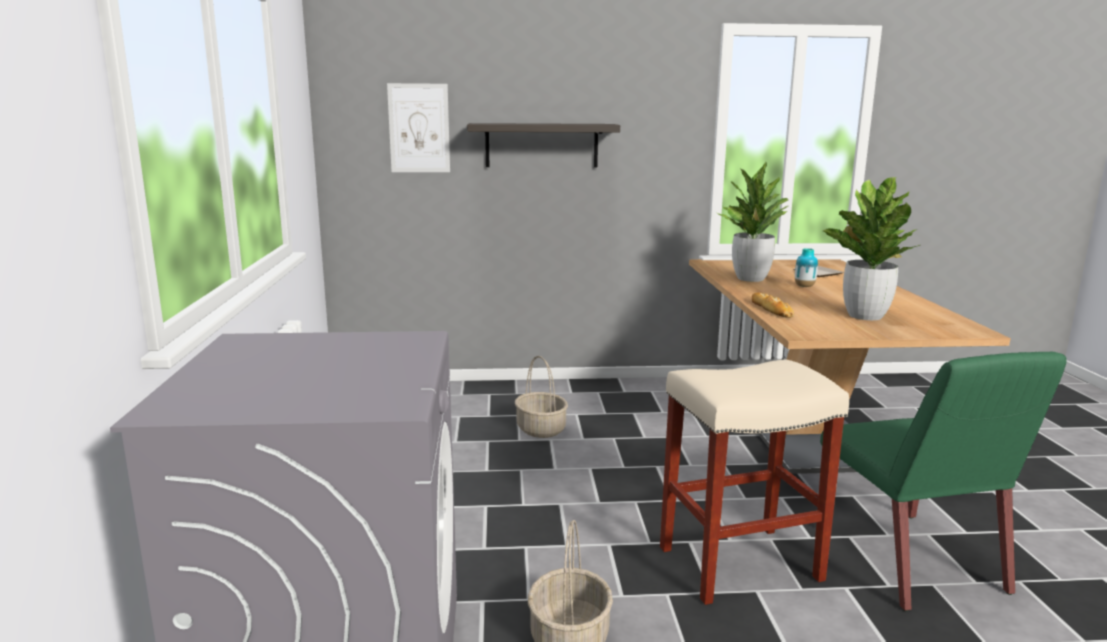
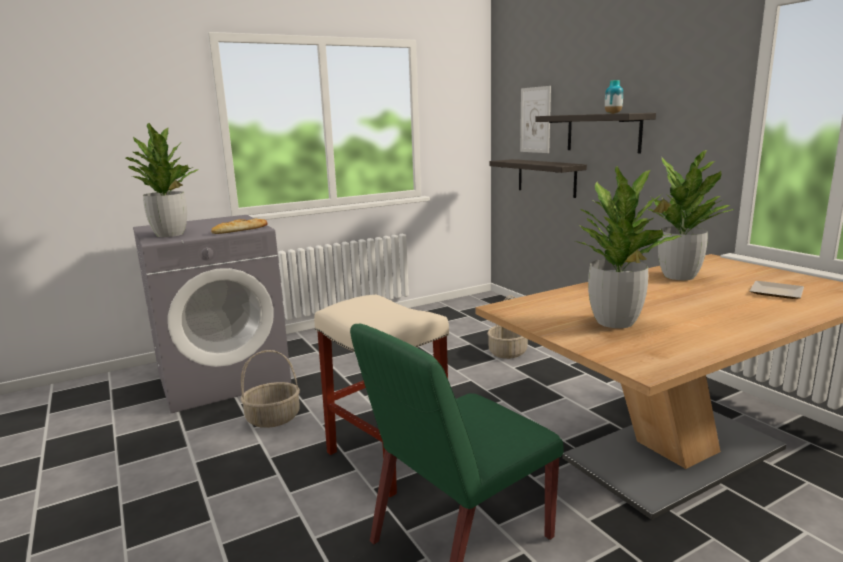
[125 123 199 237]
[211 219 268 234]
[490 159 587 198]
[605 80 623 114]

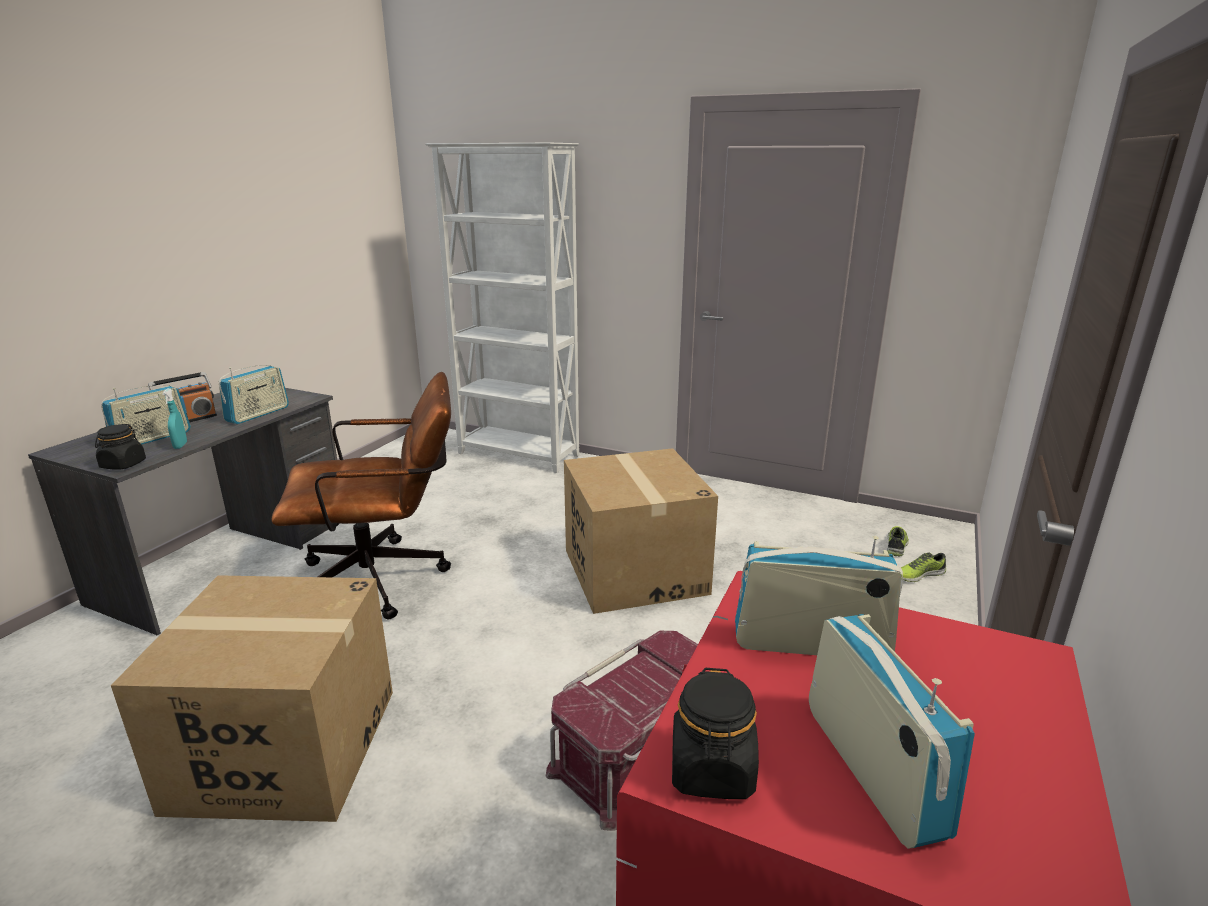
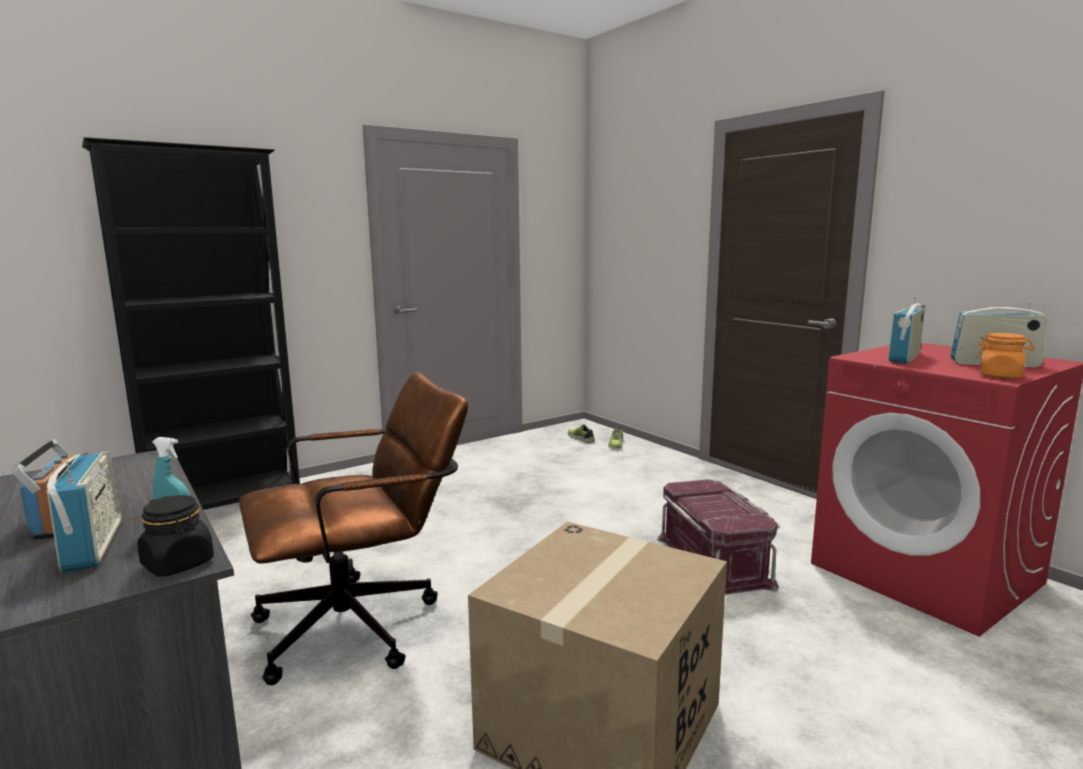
[82 137 300 510]
[239 372 468 685]
[976 333 1034 378]
[218 365 289 424] (first image)
[564 448 718 614] (first image)

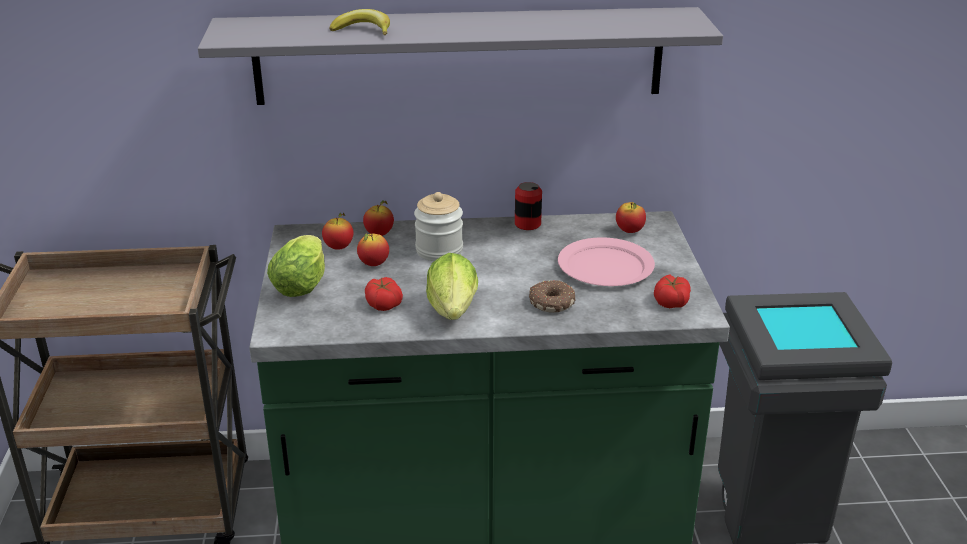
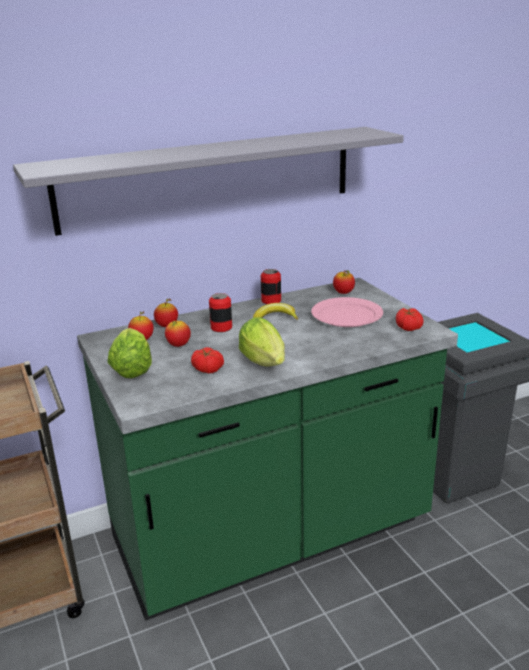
[209 293 232 332]
[253 303 298 320]
[529 280 575 313] (first image)

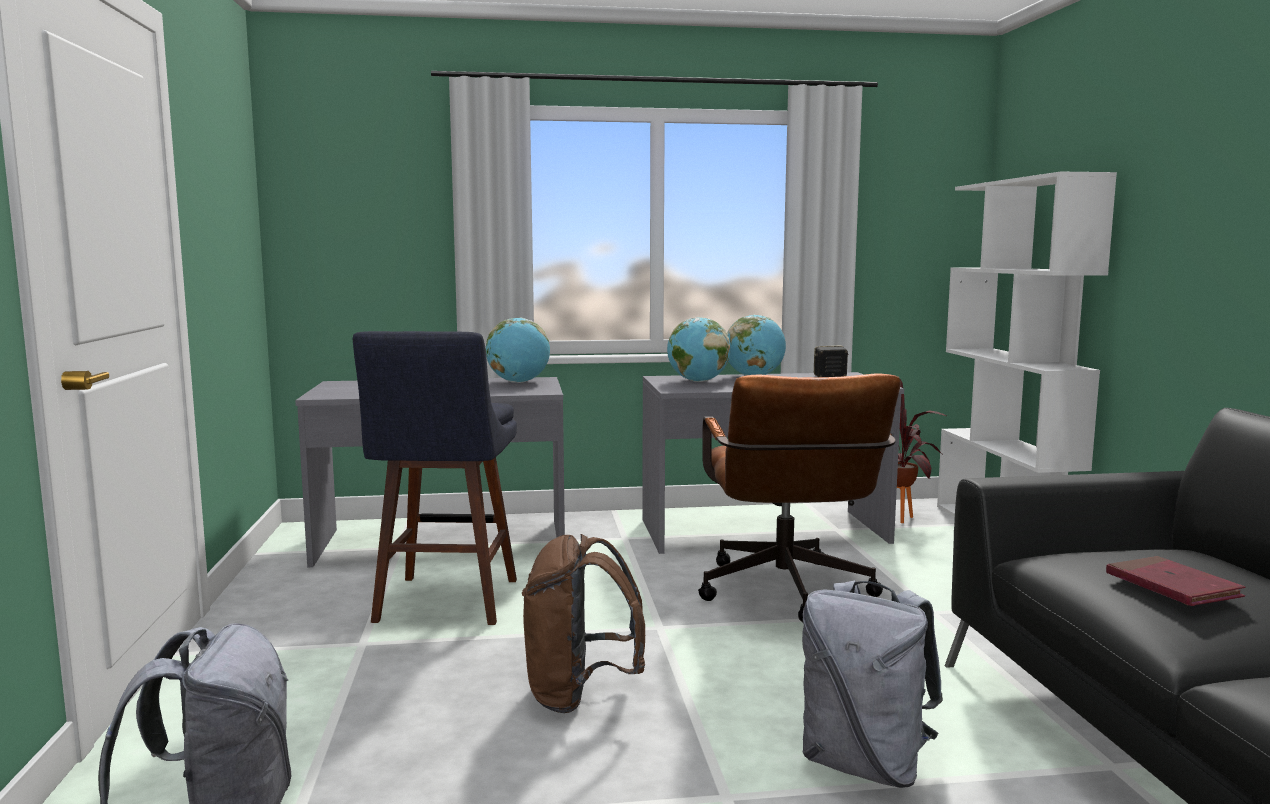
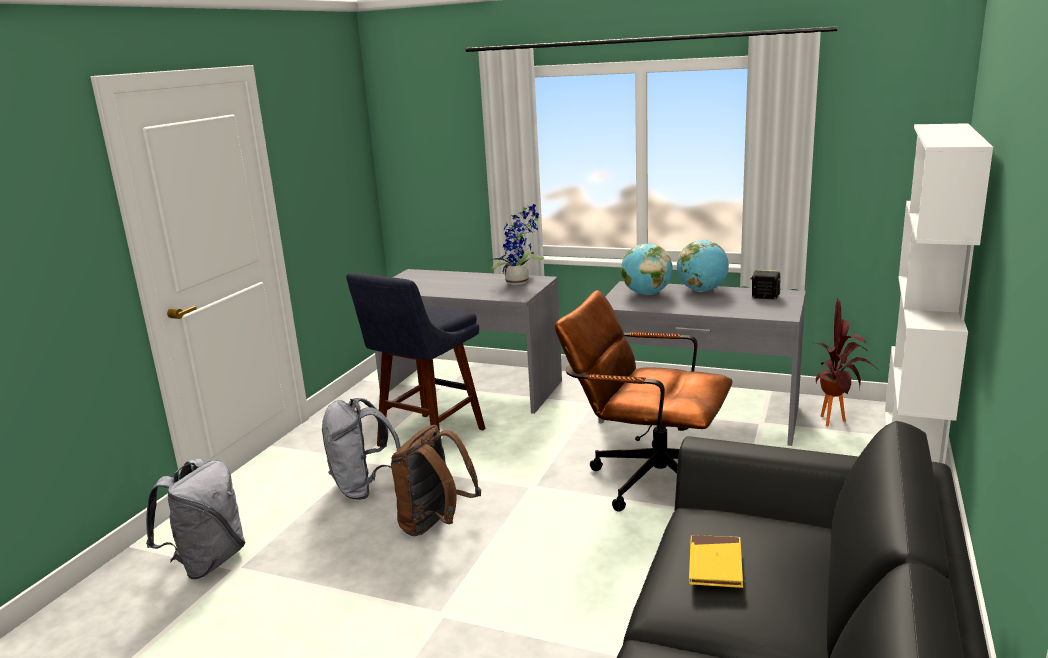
[322 398 401 500]
[490 204 545 285]
[555 290 733 512]
[689 535 743 588]

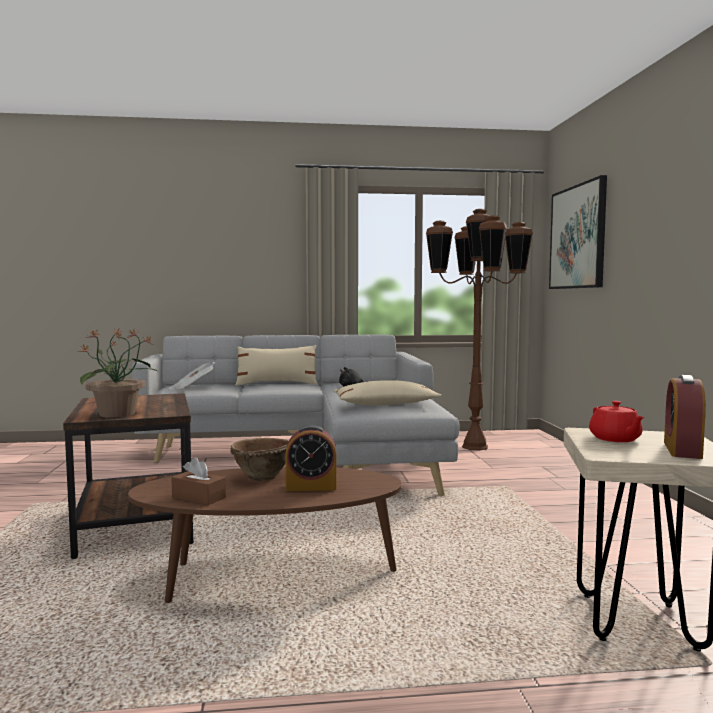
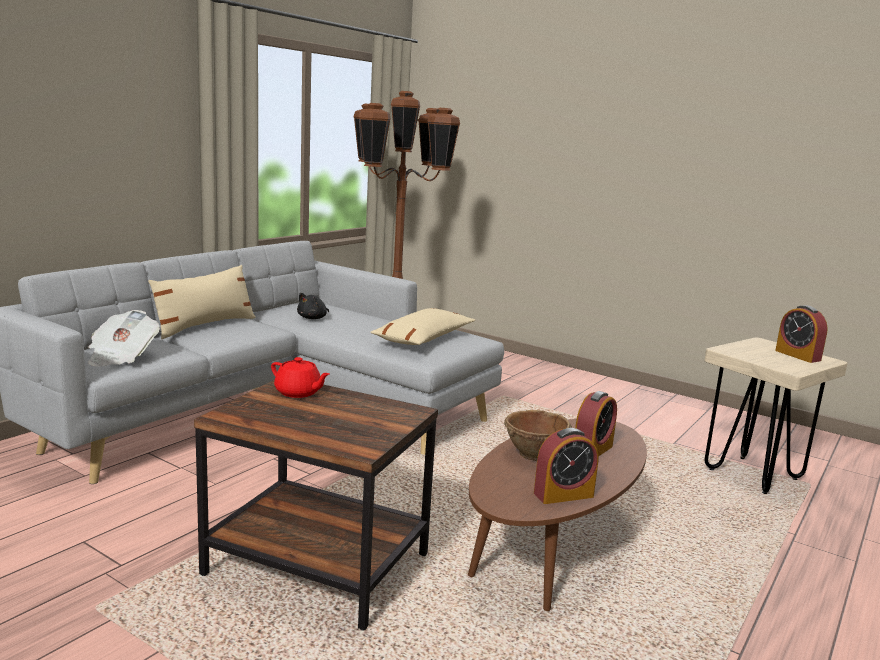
[271 357 330 398]
[534 428 598 504]
[77 329 158 418] (first image)
[549 175 607 289] (first image)

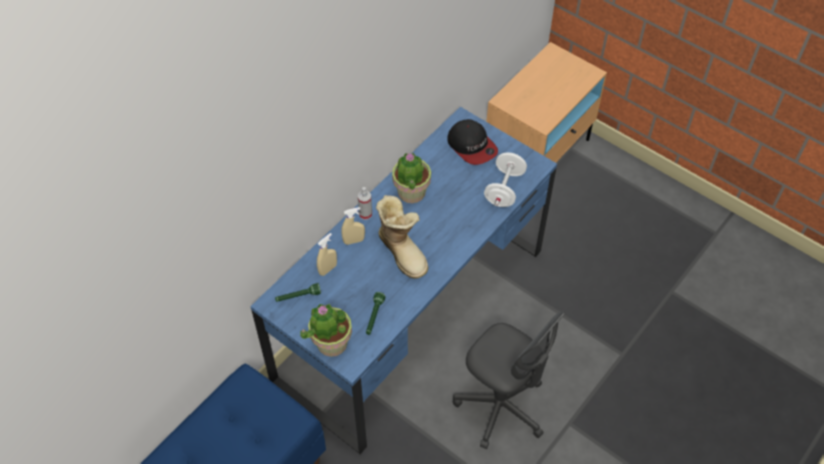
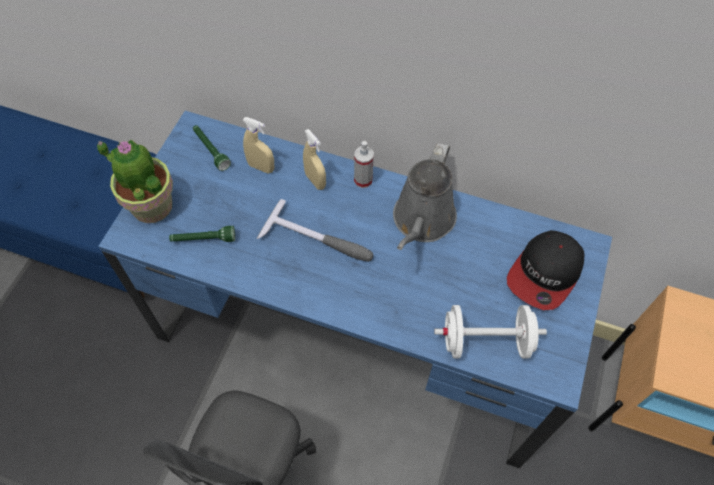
[257 199 373 262]
[393 143 457 250]

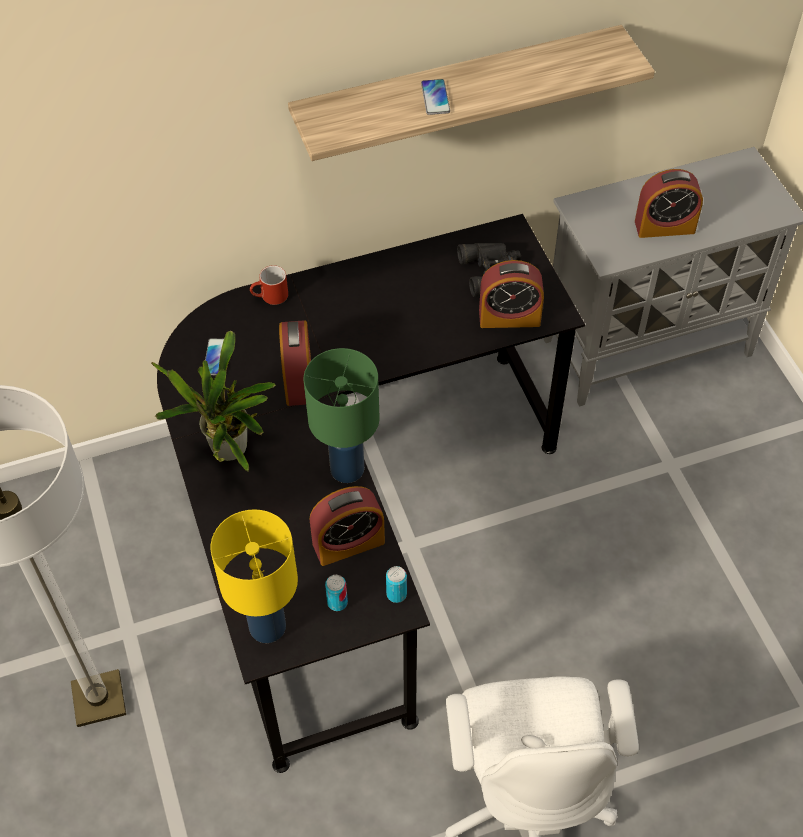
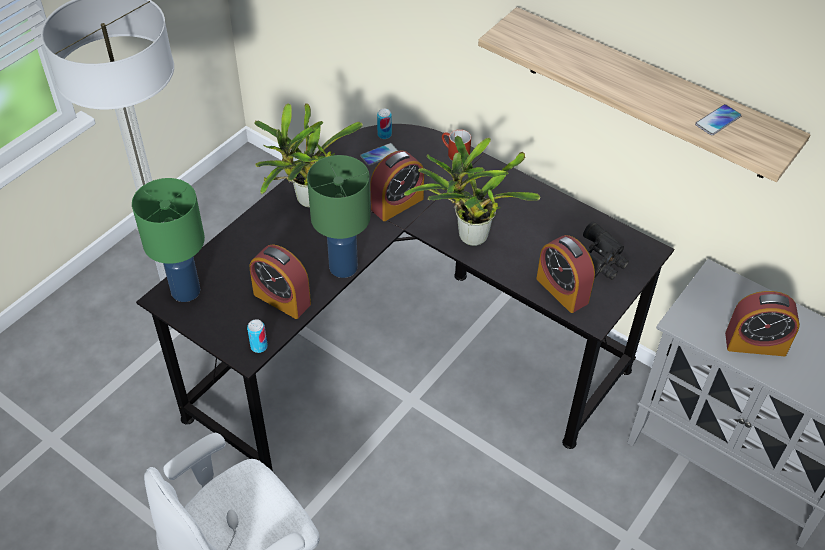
[132 178 205 302]
[377 109 392 139]
[403 136 540 246]
[695 104 742 135]
[725 291 800 356]

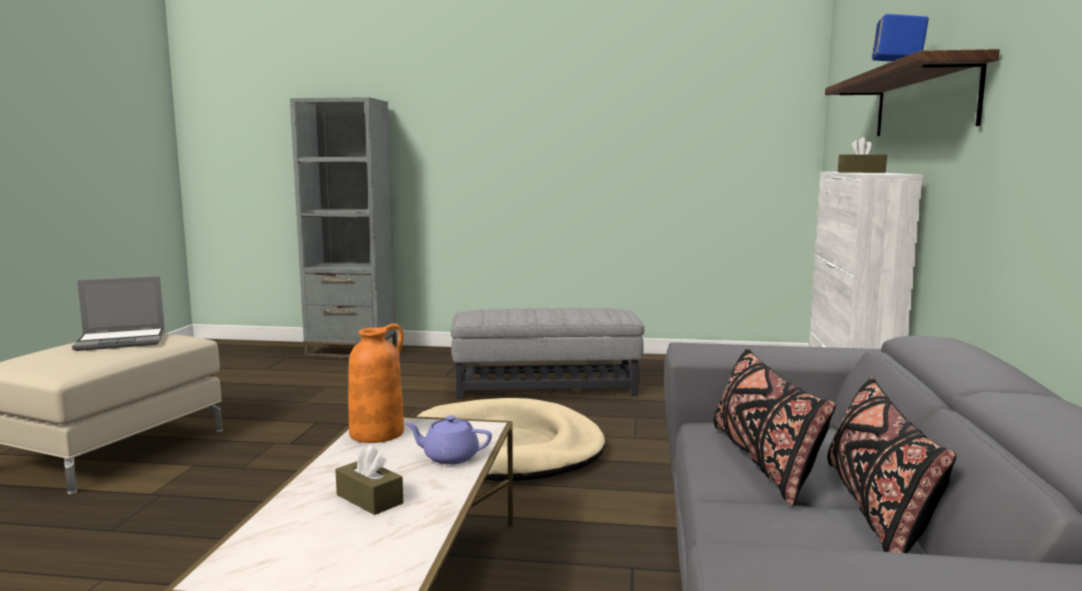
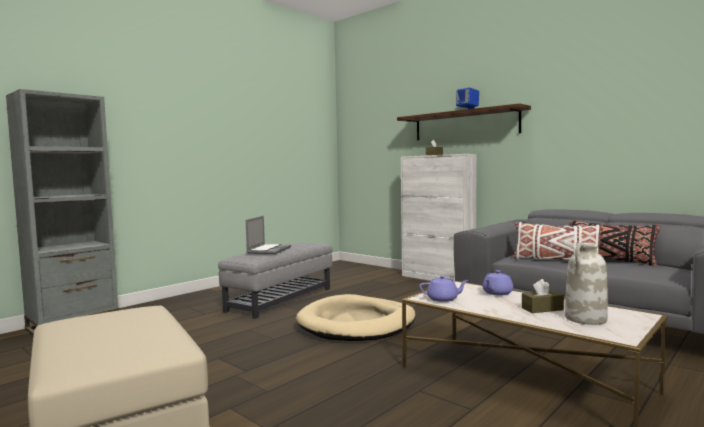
[246 216 291 254]
[419 275 469 302]
[514 222 604 261]
[565 243 608 325]

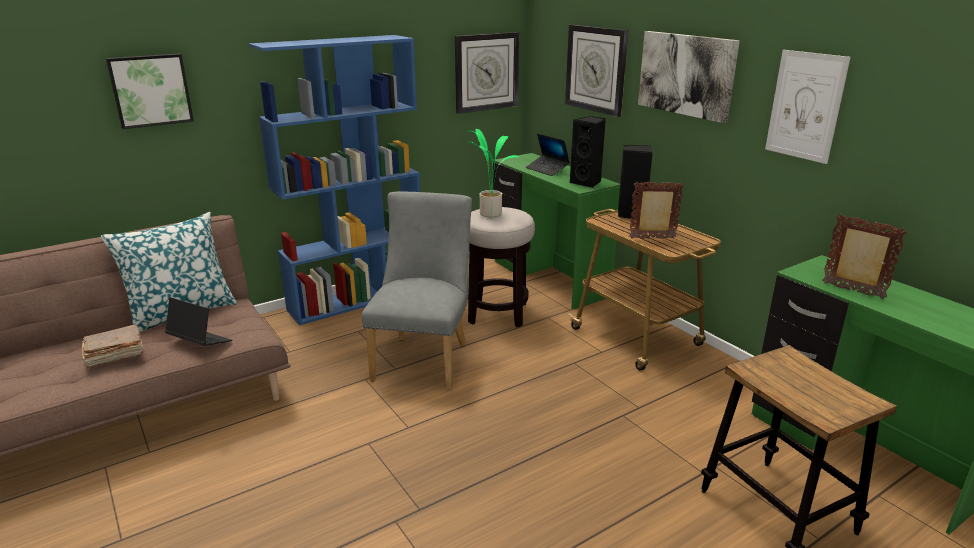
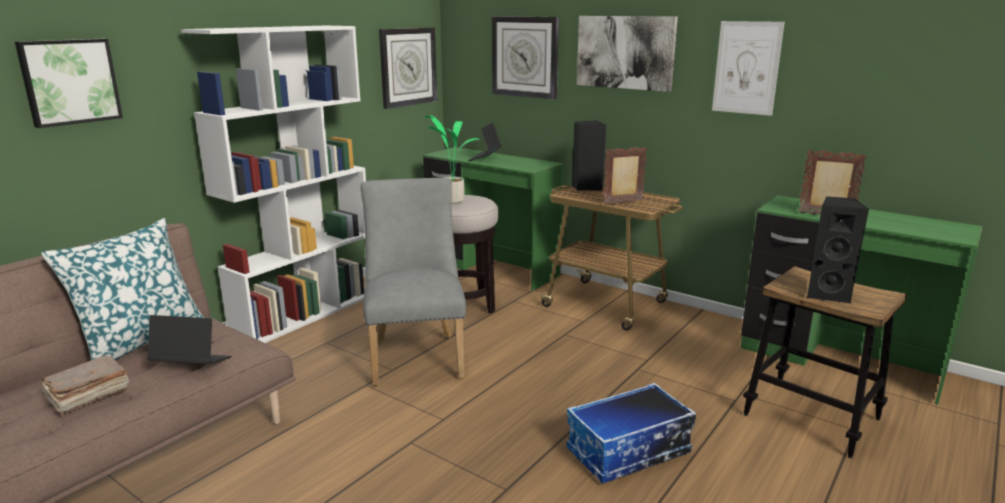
[181 26 366 343]
[468 123 501 161]
[567 383 696 484]
[807 196 869 303]

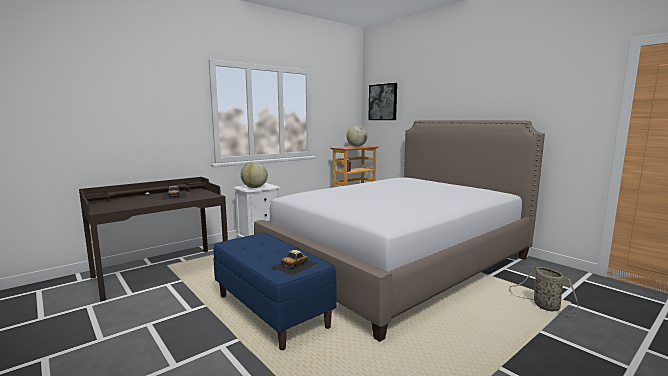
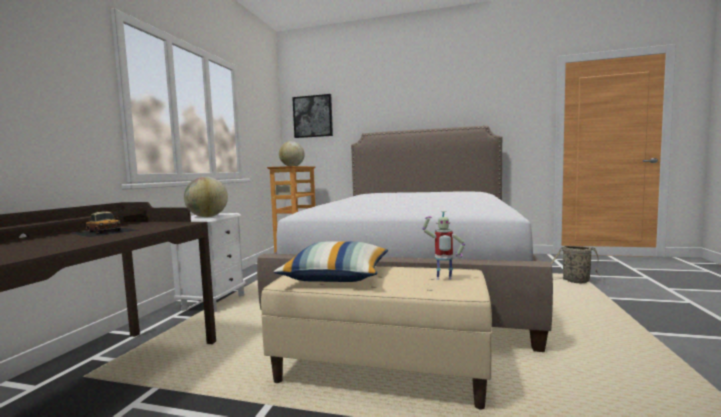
[261 266 492 410]
[274 241 388 282]
[422 211 465 280]

